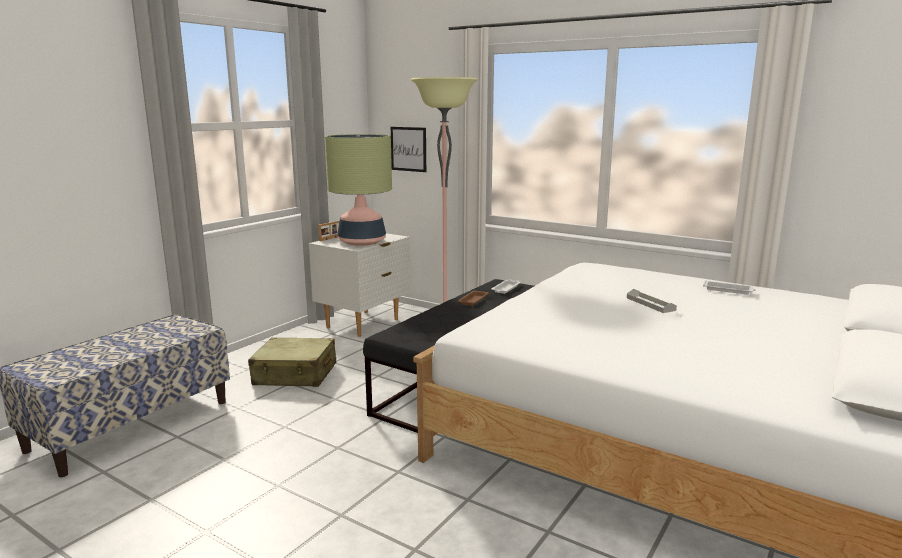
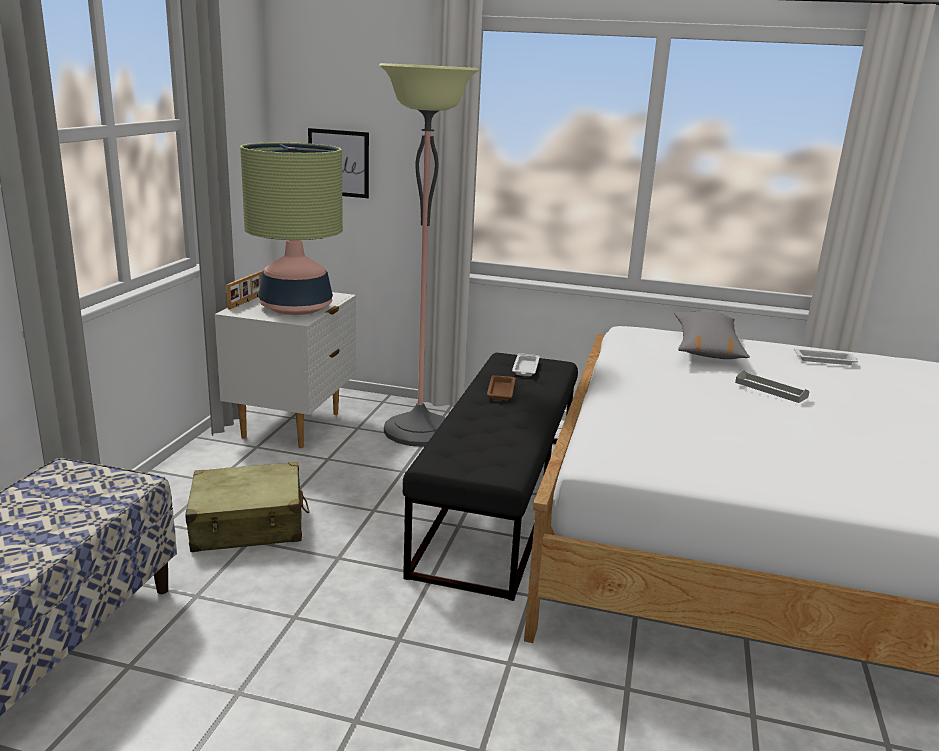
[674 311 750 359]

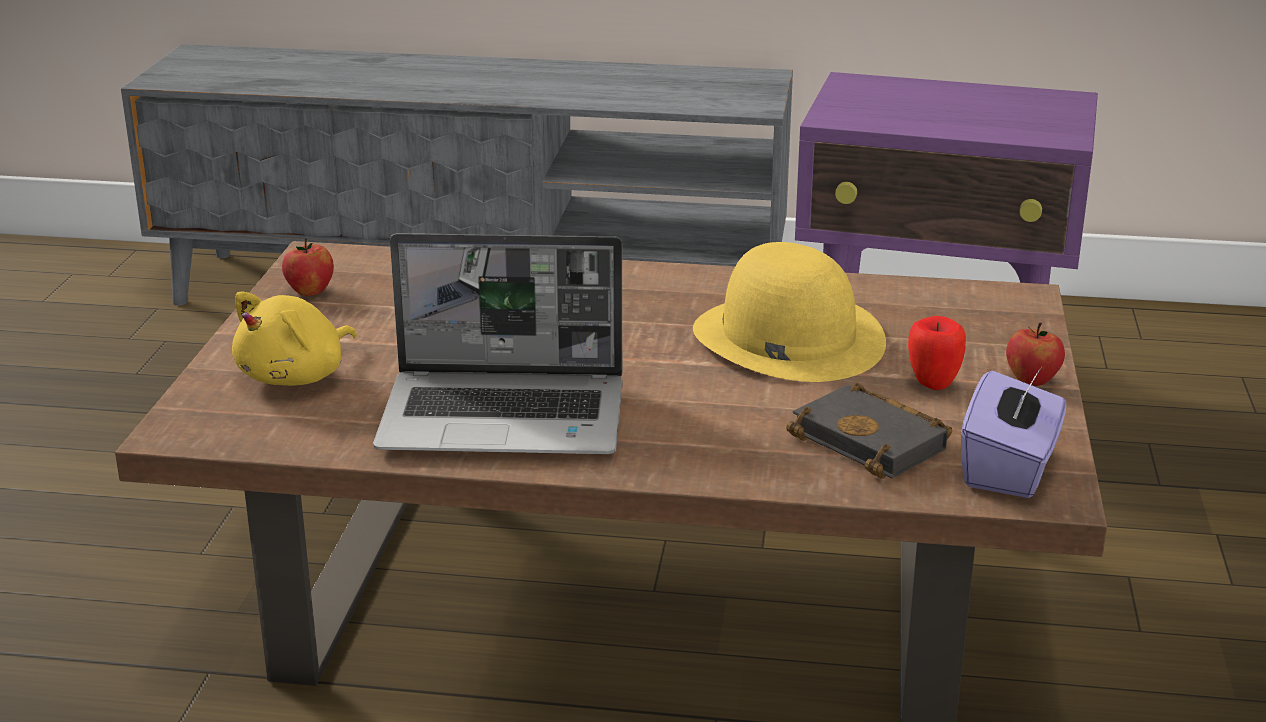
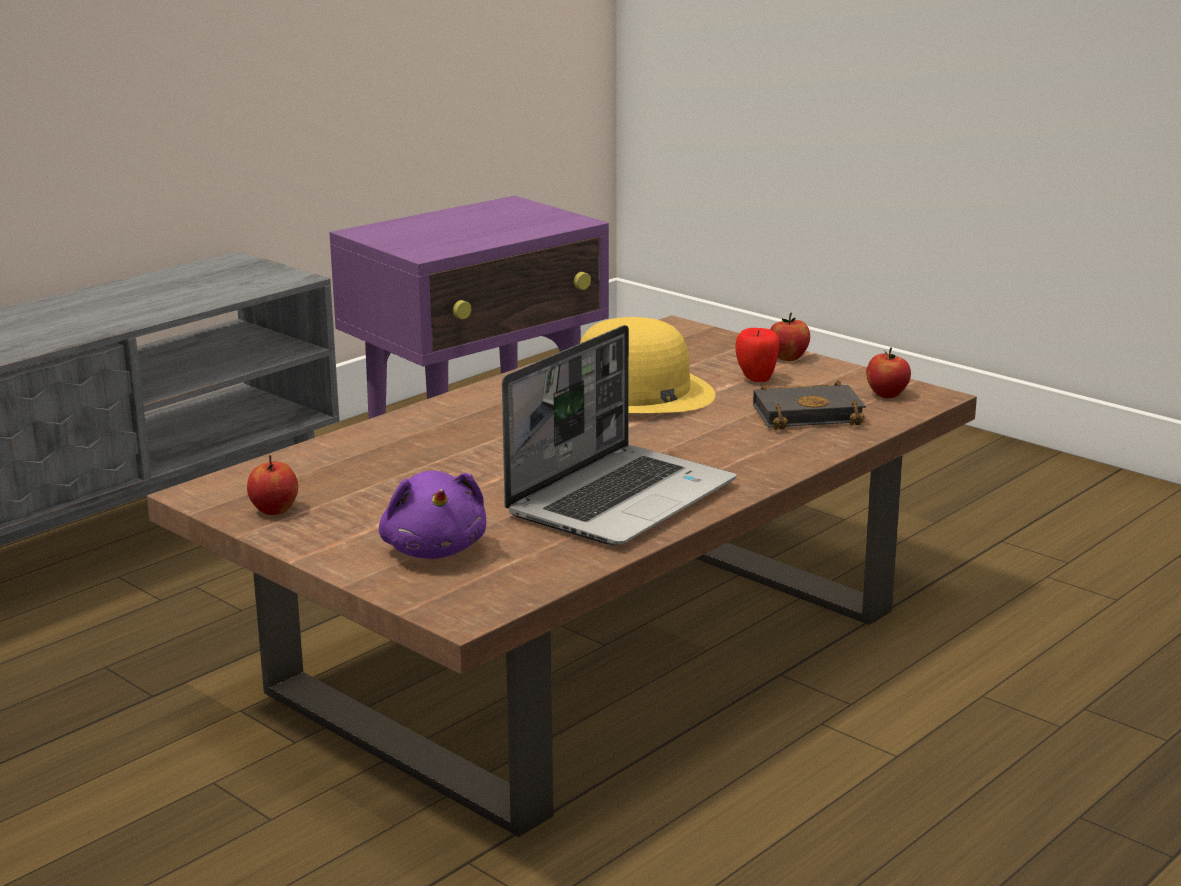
[379 471 486 559]
[866 347 911 398]

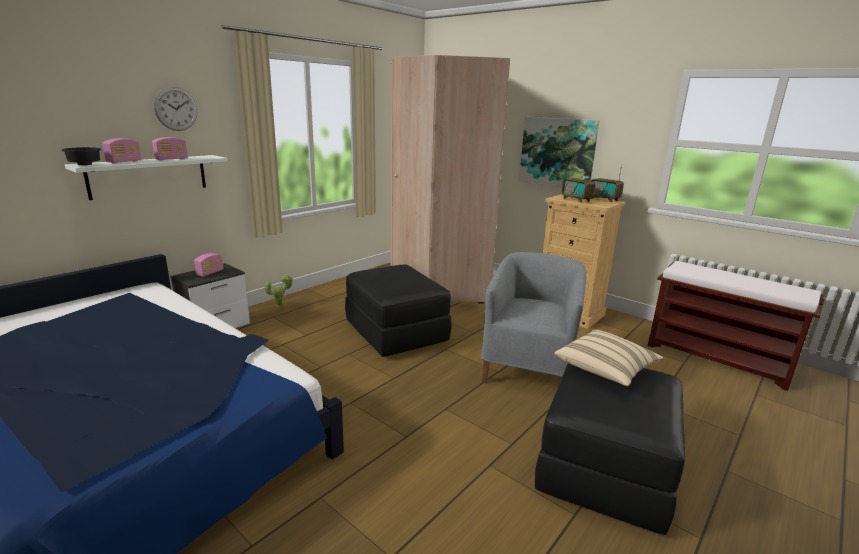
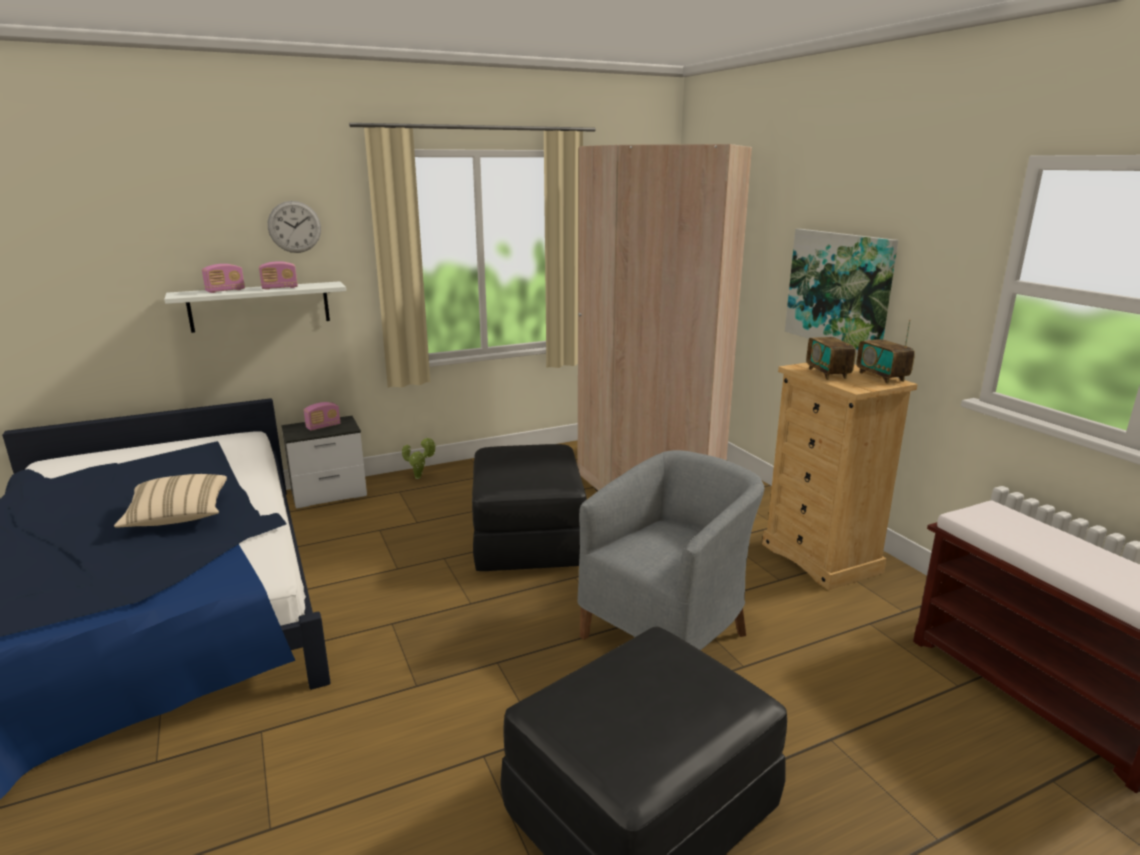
[114 474 227 528]
[62 147 101 166] (first image)

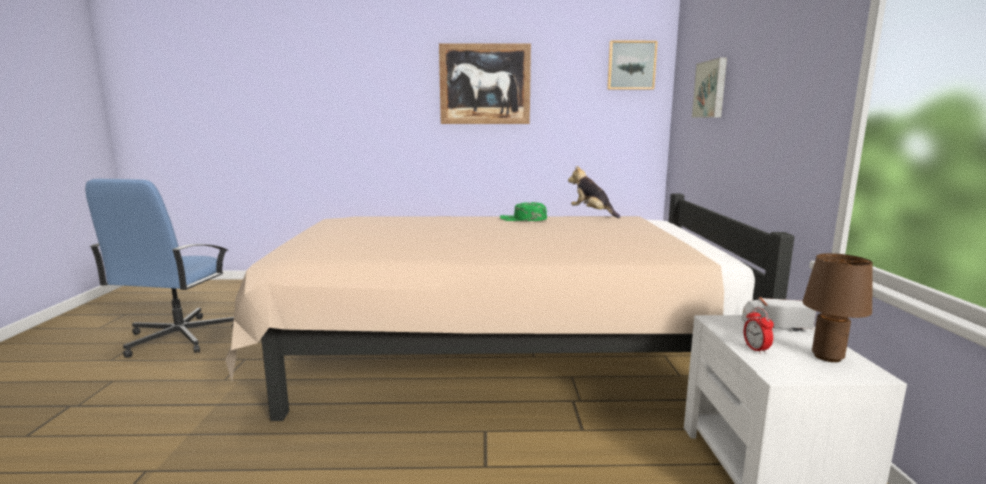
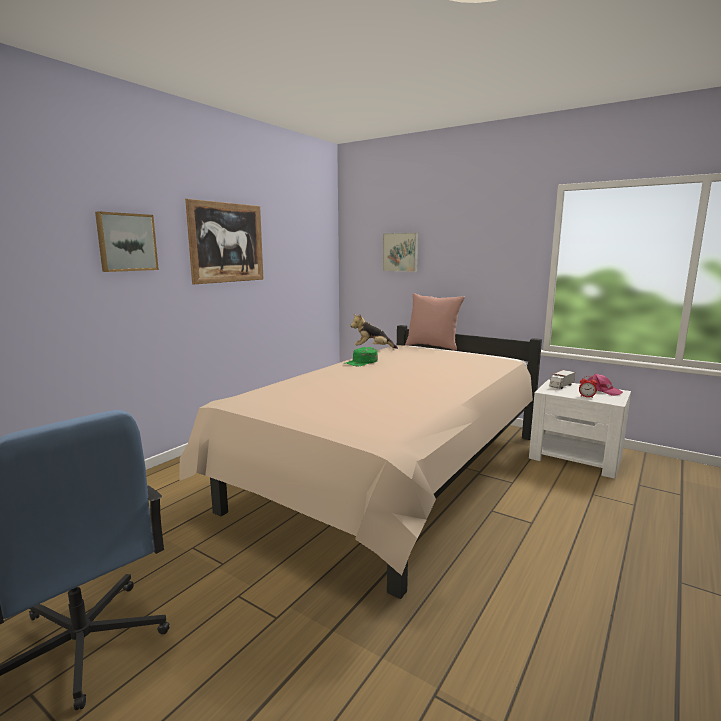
[95 211 159 272]
[405 293 465 351]
[587 374 623 396]

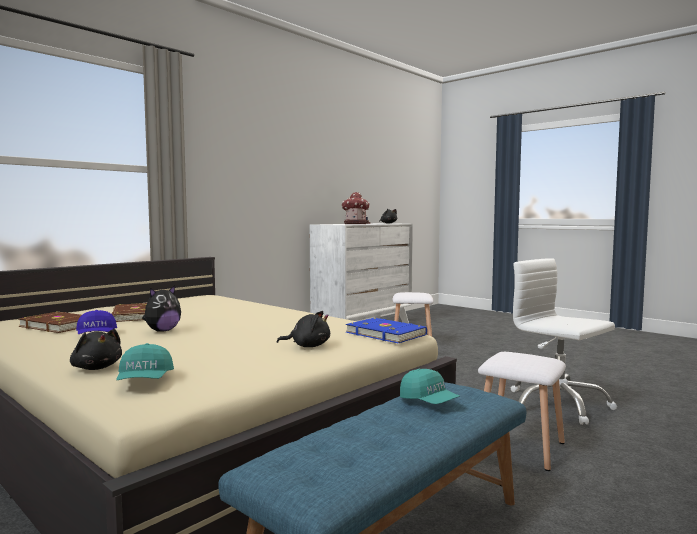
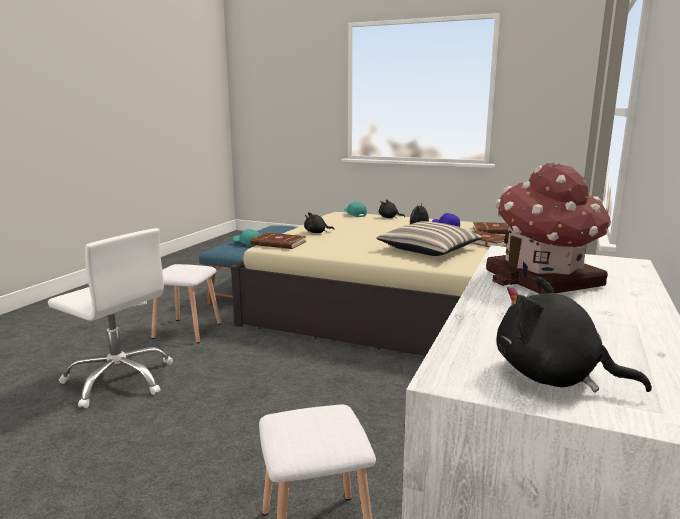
[250 232 306 249]
[376 221 483 256]

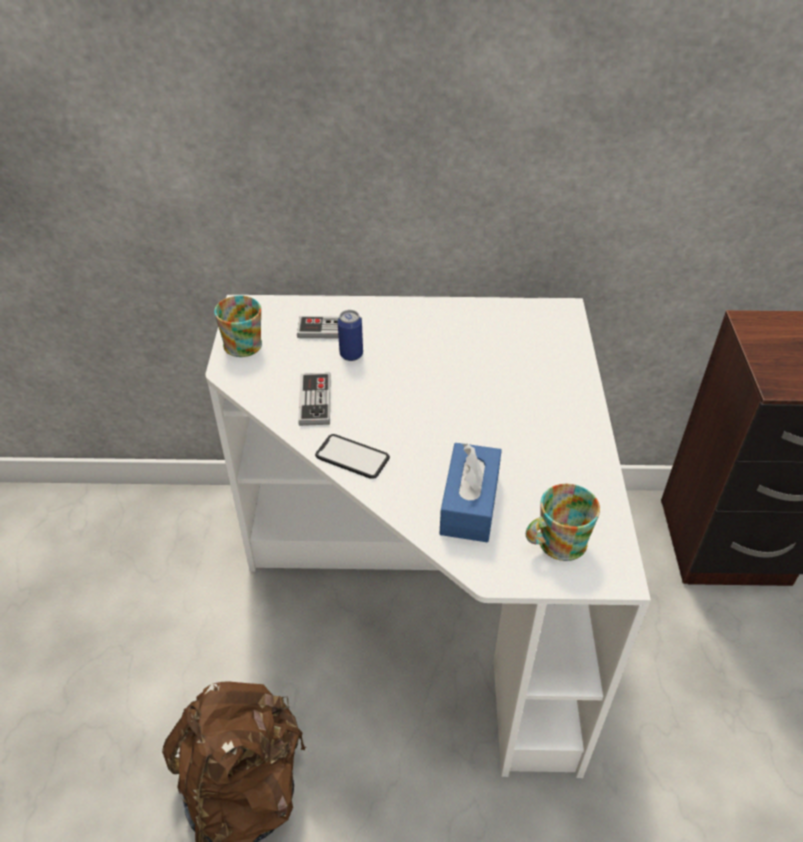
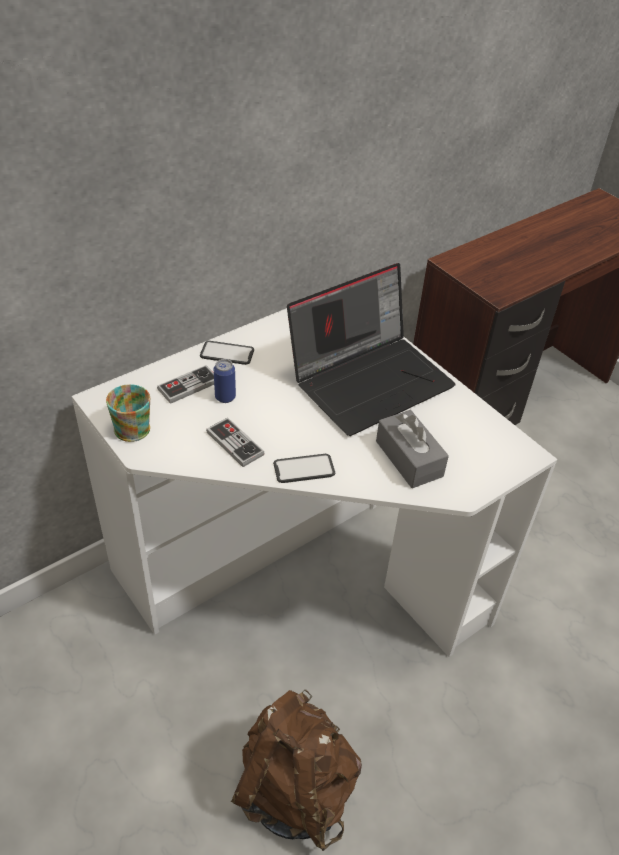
[200 341 254 365]
[287 263 456 436]
[376 410 449 488]
[526 484 600 561] (first image)

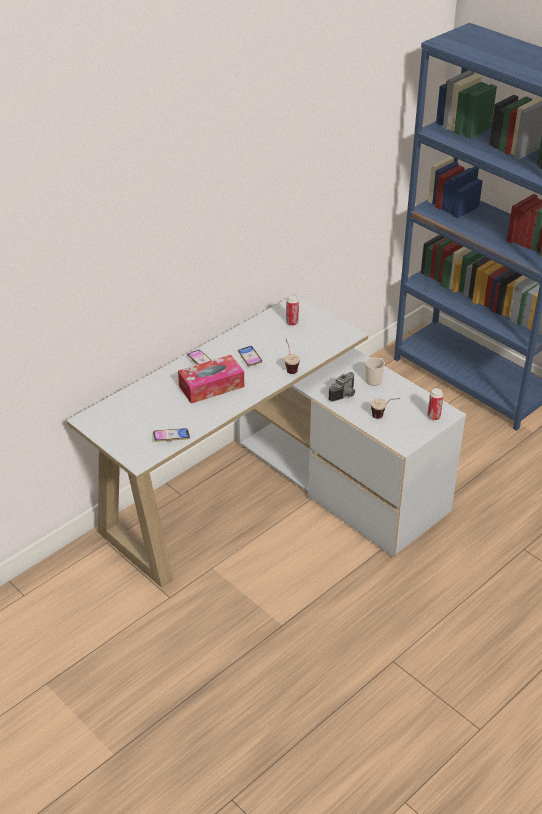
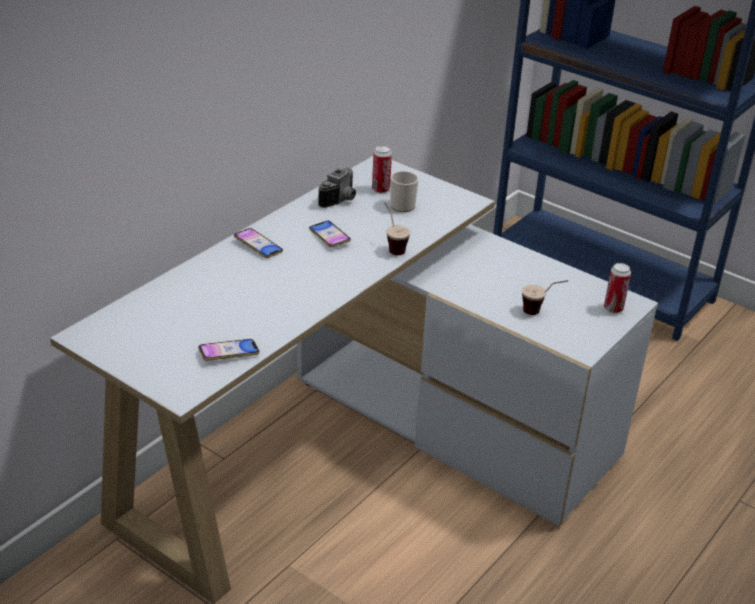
[318 168 356 208]
[390 171 419 212]
[178 355 244 404] (first image)

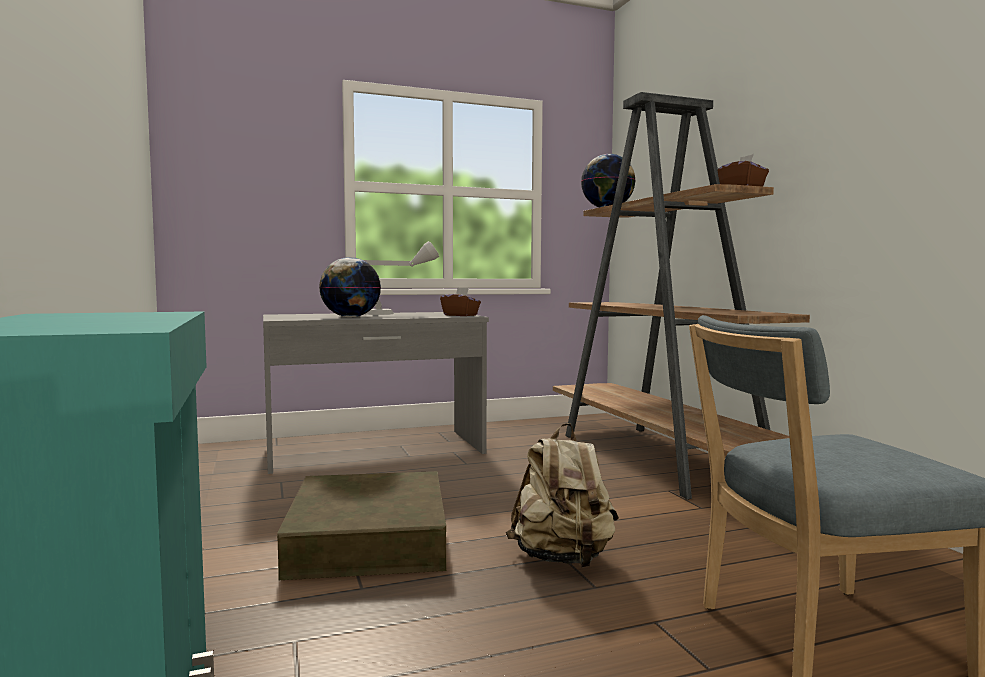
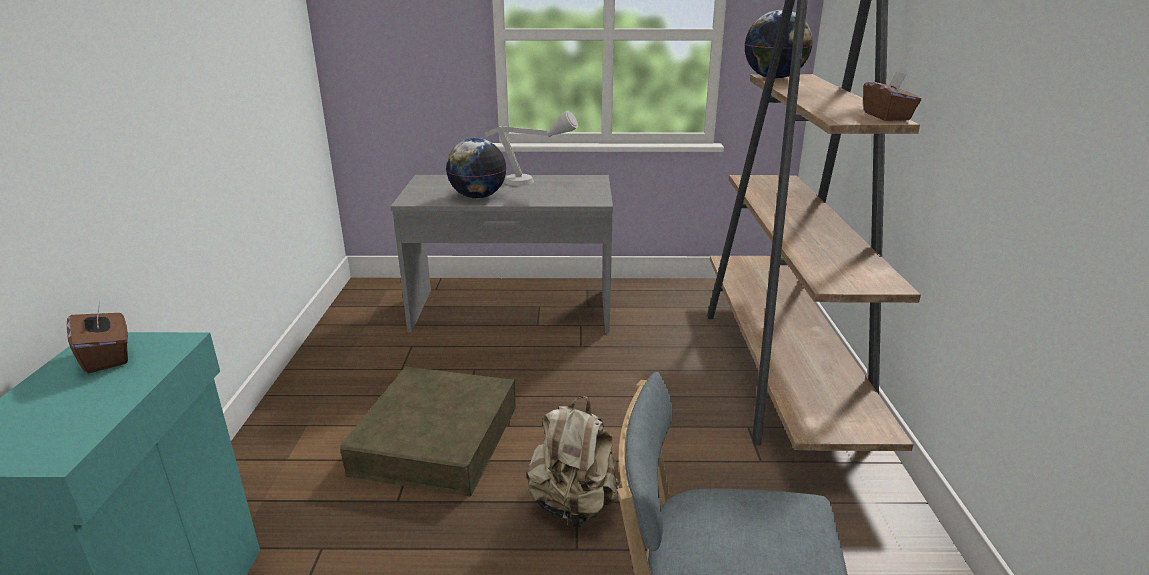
[67 302 128 373]

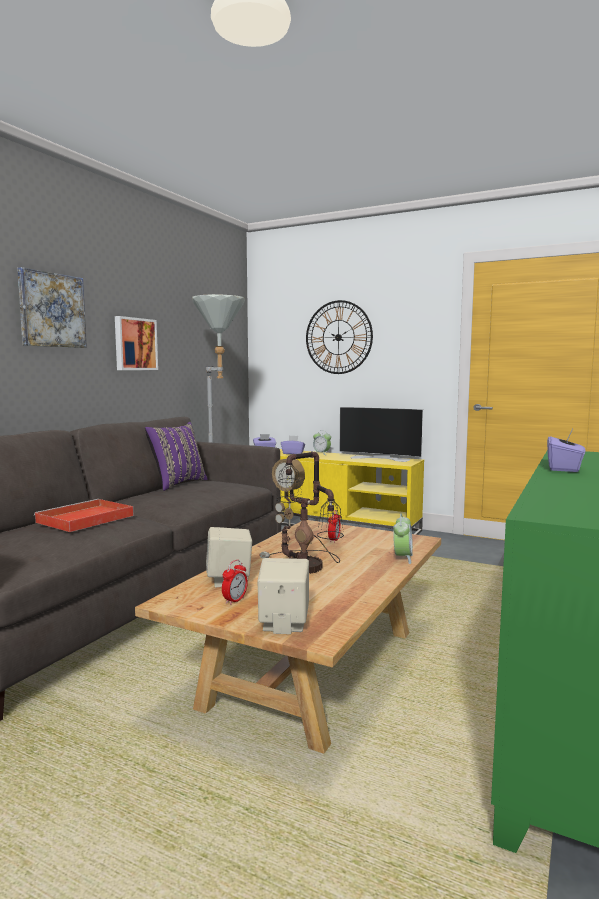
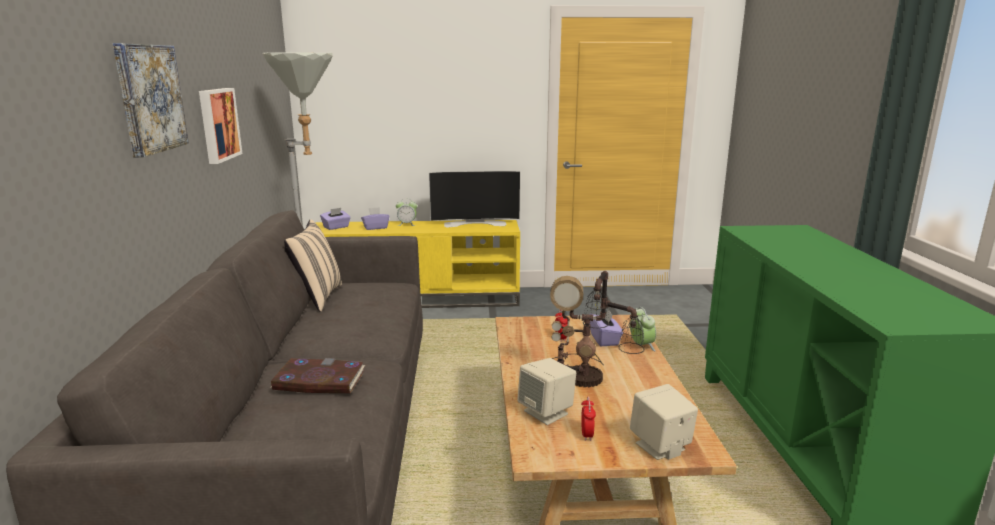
[271 358 365 393]
[284 219 342 312]
[590 309 623 346]
[306 300 373 374] (first image)

